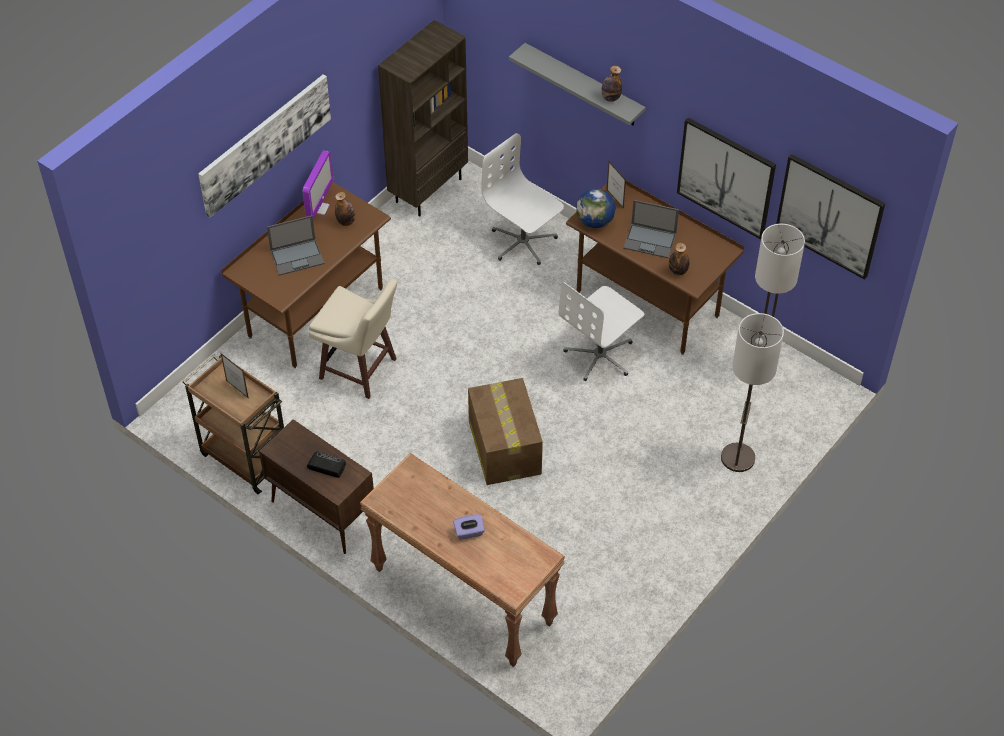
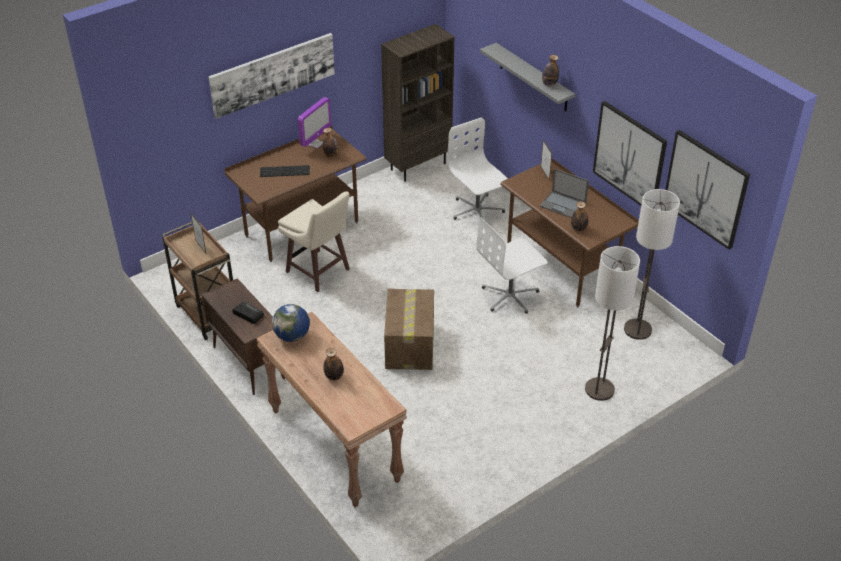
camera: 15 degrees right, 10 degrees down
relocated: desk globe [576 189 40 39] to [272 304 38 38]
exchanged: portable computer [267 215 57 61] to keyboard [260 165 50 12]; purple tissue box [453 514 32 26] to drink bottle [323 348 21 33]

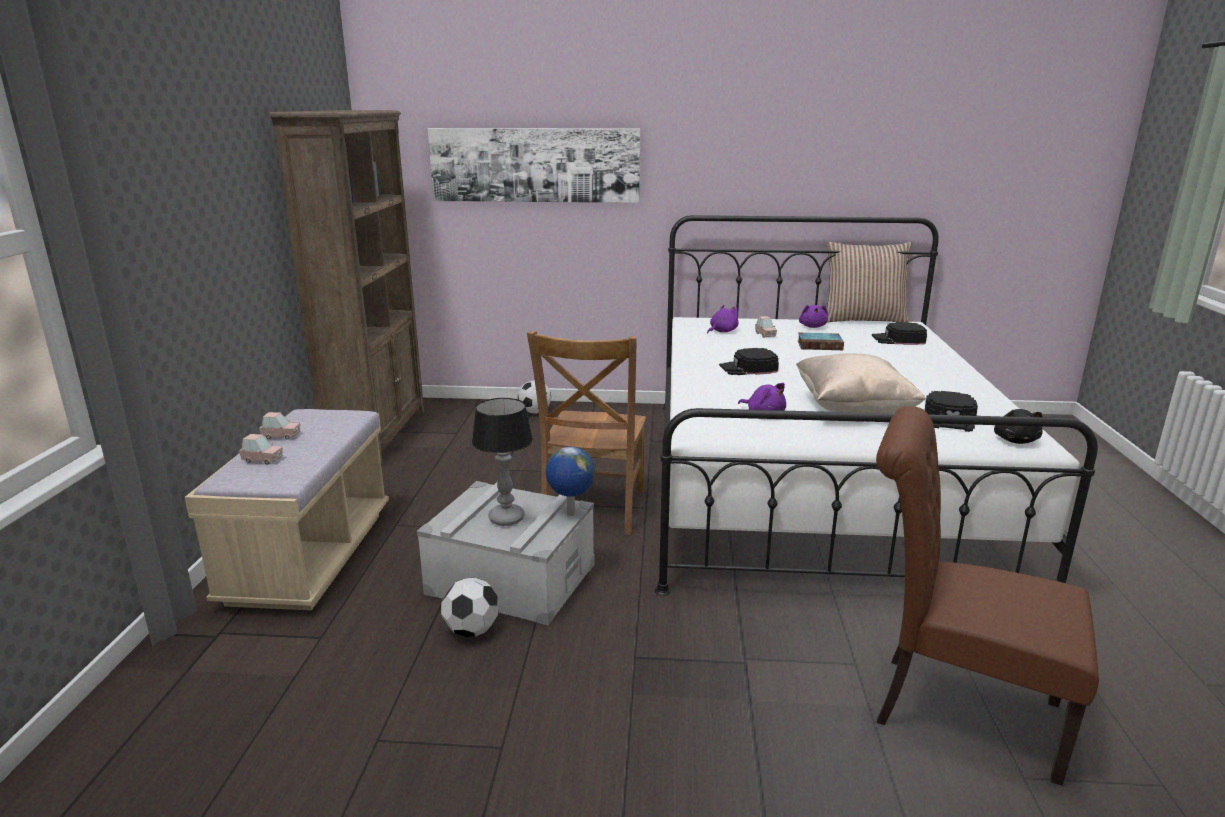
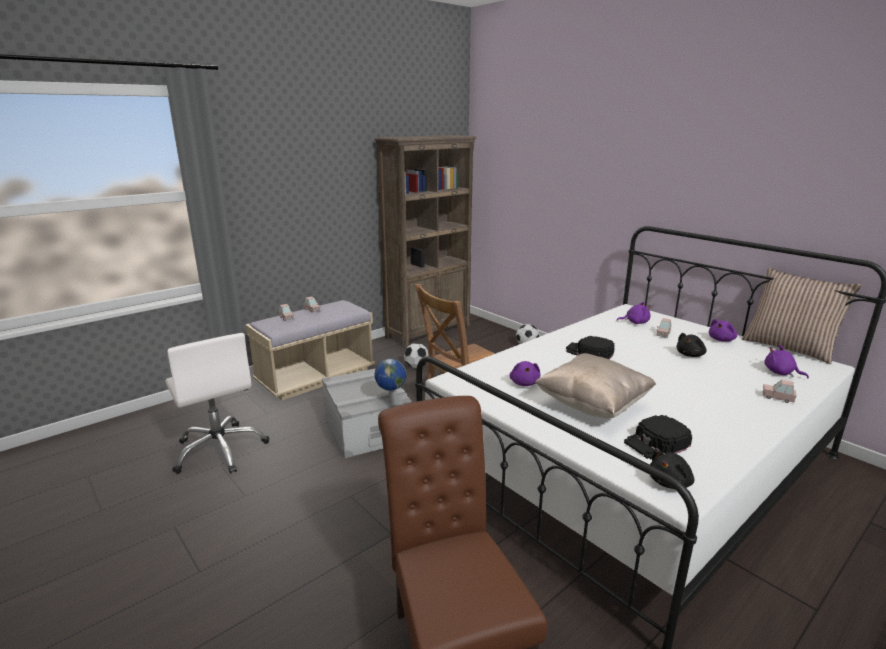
camera: 45 degrees right, 0 degrees up
missing: wall picture [428 128 212 75]; table lamp [472 398 61 128]
appeared: white desk chair [165 333 104 141]; pinkish toy car [763 380 33 23]
relocated: football [441 578 58 59] to [404 343 24 25]
exchanged: bound book [798 333 46 17] to black plush toy [676 333 31 24]; black baseball cap [872 322 55 23] to purple plush toy [764 345 45 33]

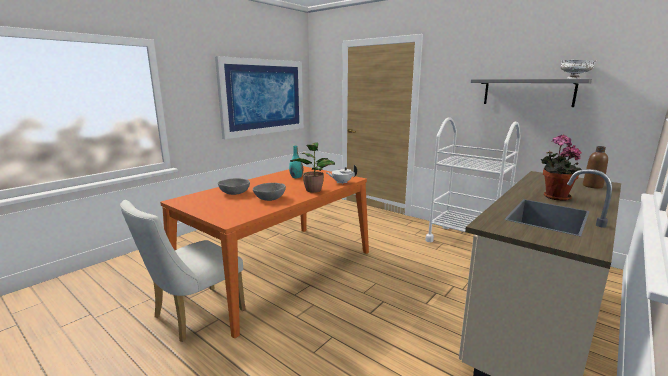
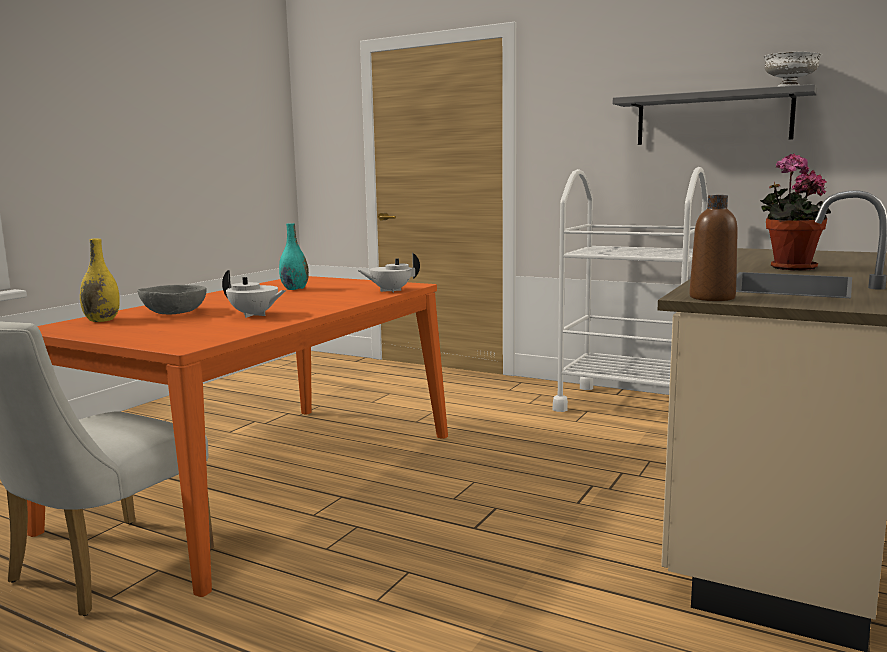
camera: 10 degrees left, 5 degrees down
missing: wall picture [215 56 88 83]; plant in a pot [290 142 45 51]
appeared: yellow flower vase [80 238 40 84]
relocated: brown-coloured drink bottle [583 146 25 43] to [689 195 49 106]
exchanged: greyish serving bowl [253 183 33 18] to white tea pot [222 270 64 48]

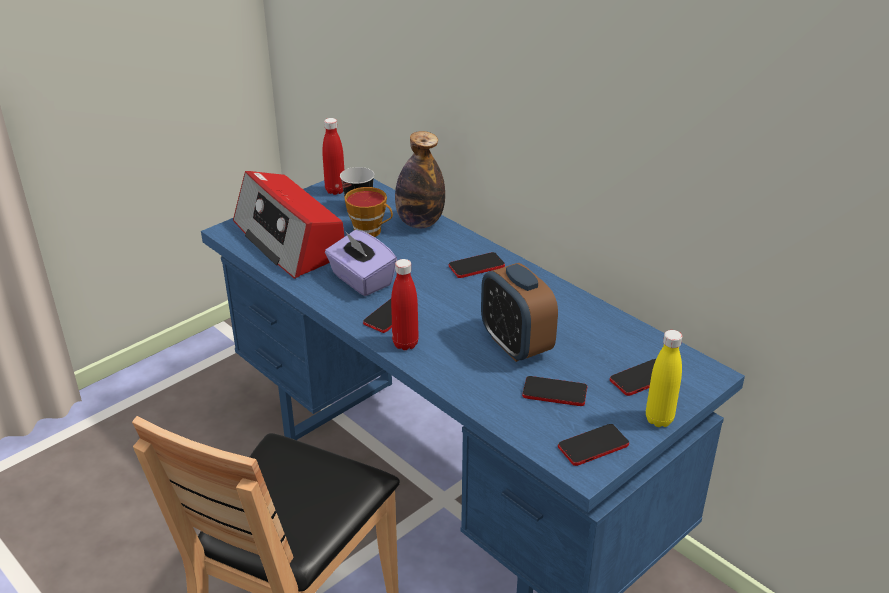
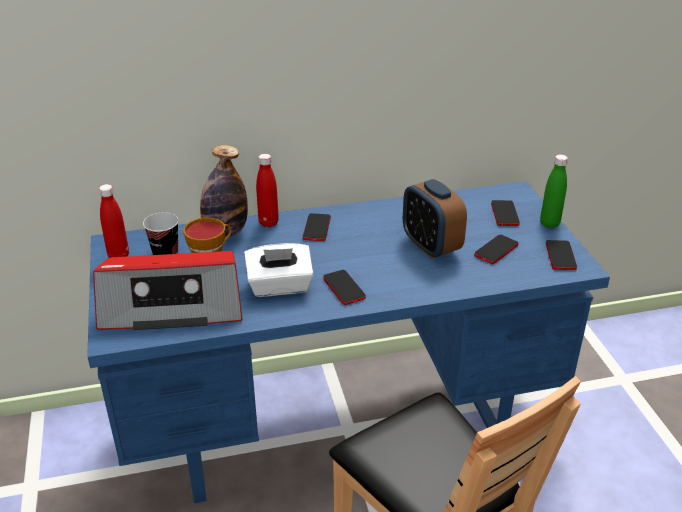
camera: 60 degrees left, 0 degrees up
relocated: red drink bottle [391 259 28 91] to [256 154 23 73]
colour: purple tissue box [325 230 72 66] to white tissue box [244 243 69 54]; yellow drink bottle [646 330 36 97] to green-coloured drink bottle [540 154 28 74]
spun: table clock [481 263 77 99] = [403 179 64 80] 60 degrees clockwise

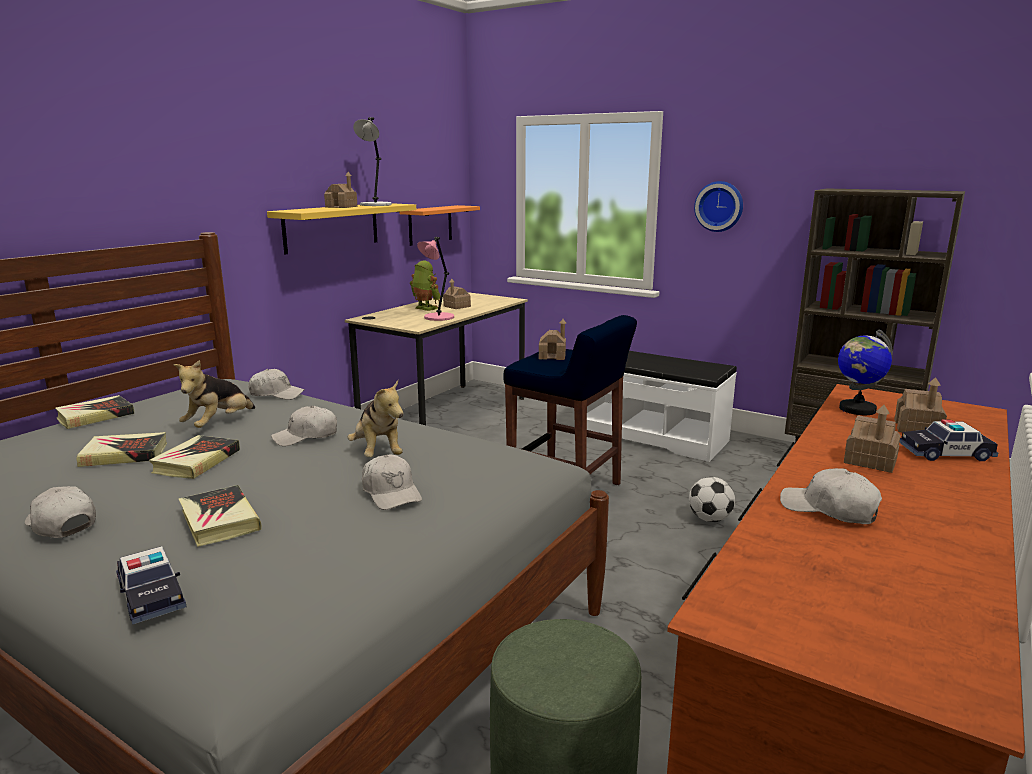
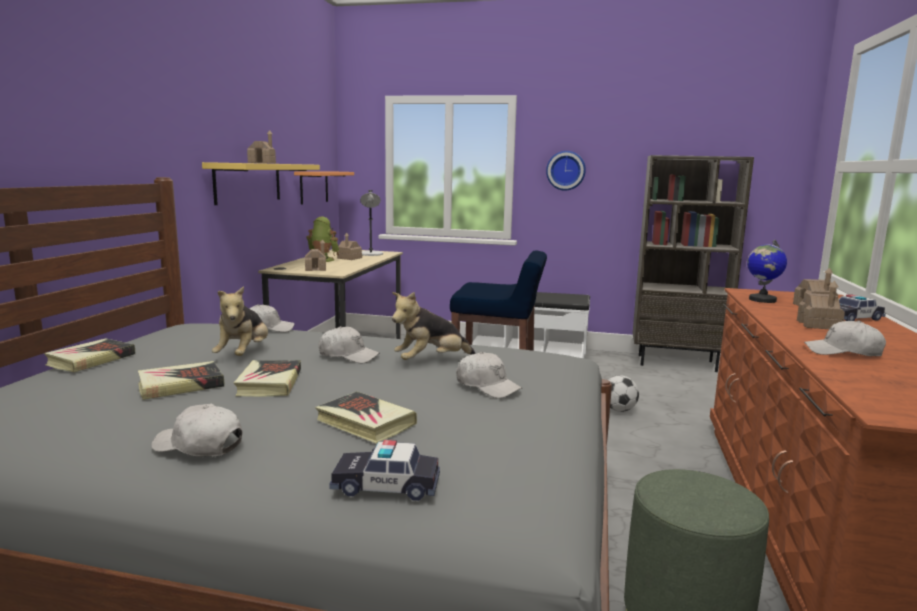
camera: 20 degrees left, 5 degrees down
missing: pinkish table lamp [417 237 37 84]
relocated: miniature house [539 319 27 41] to [305 239 21 32]; greyish table lamp [353 117 39 89] to [360 190 23 66]
spun: white baseball cap [271 406 66 40] = [319 326 61 38] 120 degrees counterclockwise; toy car [116 546 71 79] = [329 440 111 61] 150 degrees clockwise; plush toy [347 380 56 77] = [392 292 83 68] 105 degrees clockwise

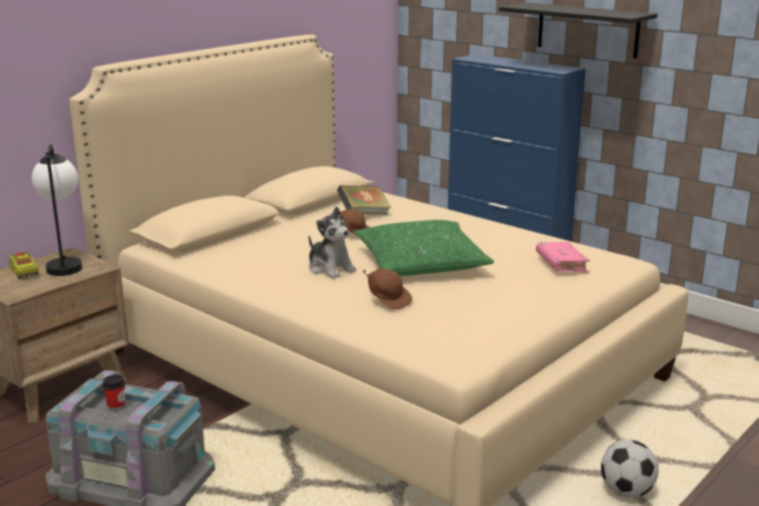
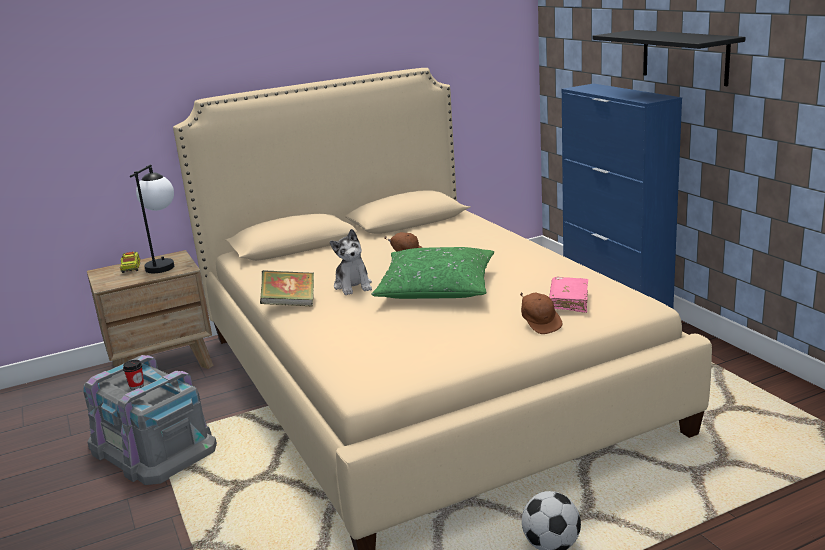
camera: 25 degrees right, 0 degrees up
relocated: bound book [337 185 54 29] to [260 270 54 37]; brown-coloured baseball cap [363 268 49 41] to [520 292 43 42]

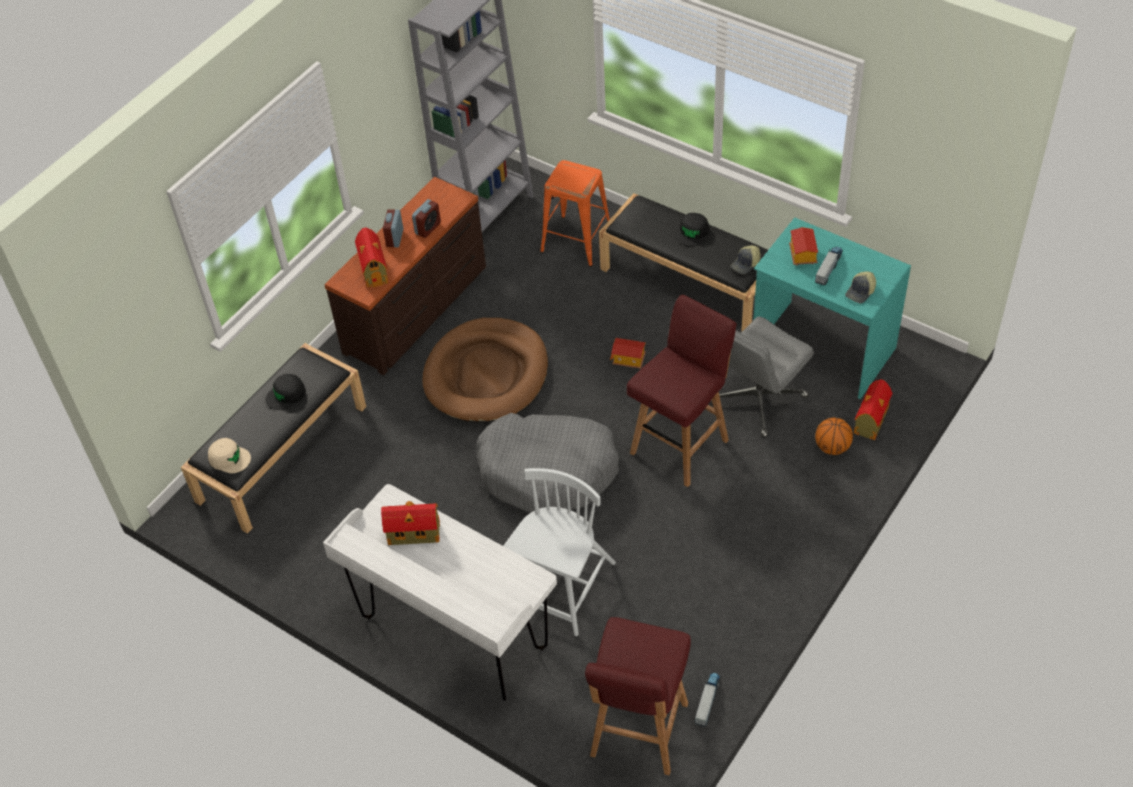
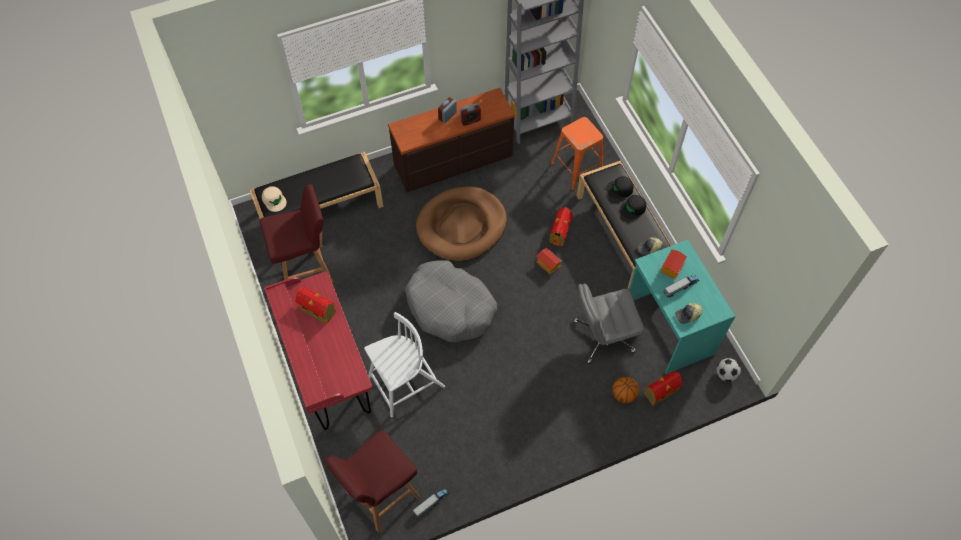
camera: 30 degrees right, 10 degrees up
appeared: football [717 358 24 24]
relocated: red stool [627 294 110 193] to [260 184 73 99]; miniature house [355 227 33 61] to [549 207 24 39]; black baseball cap [265 374 41 36] to [606 176 28 22]
colour: white desk unit [323 484 234 217] to red desk unit [264 271 108 159]

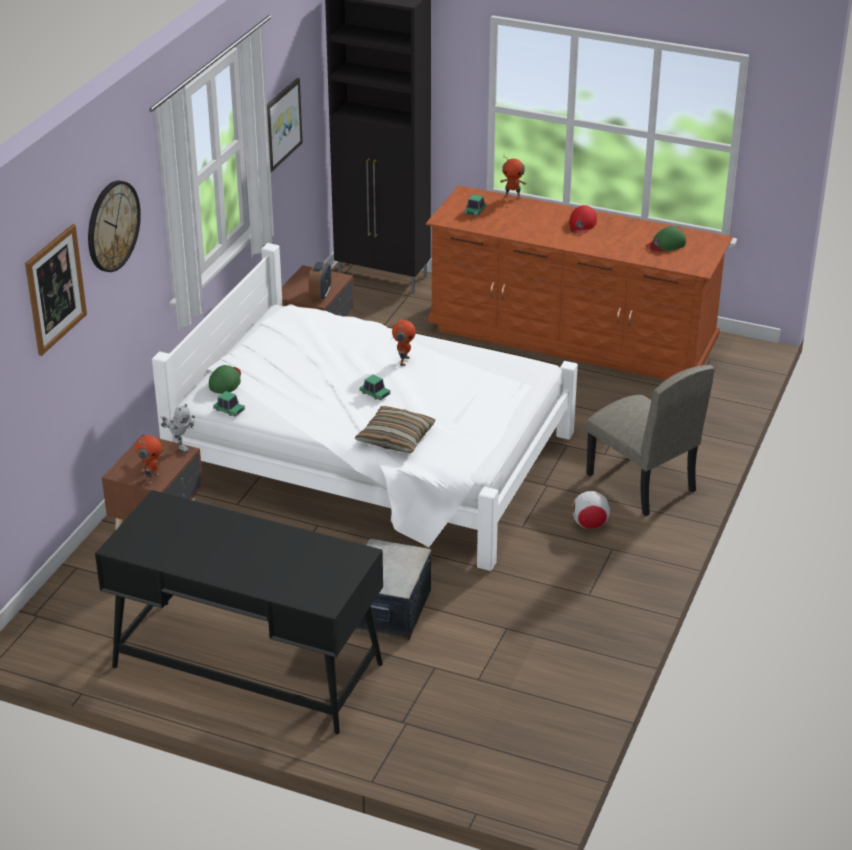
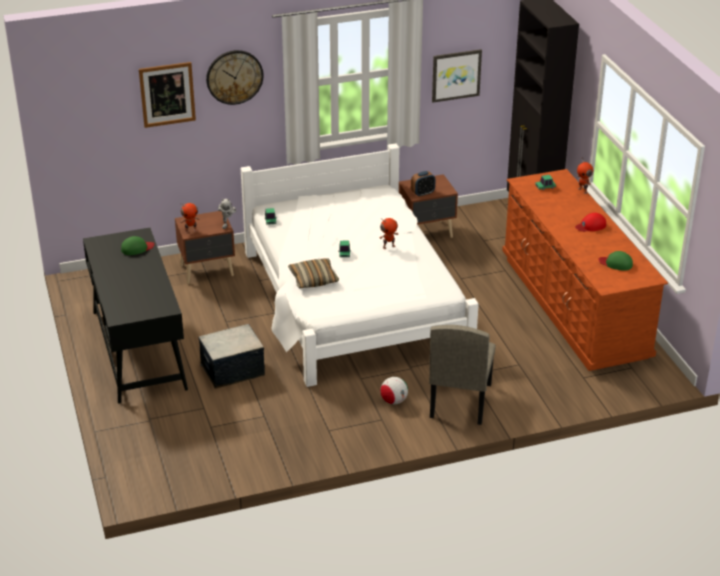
camera: 50 degrees right, 0 degrees up
relocated: green-coloured baseball cap [209 365 32 29] to [121 236 33 19]

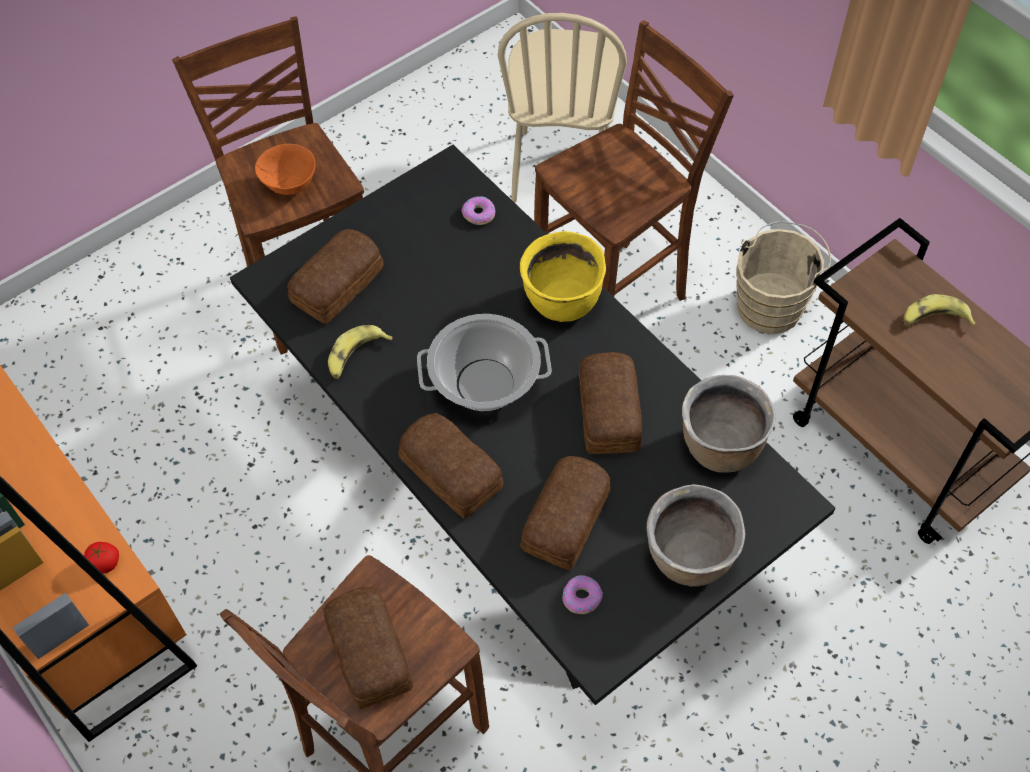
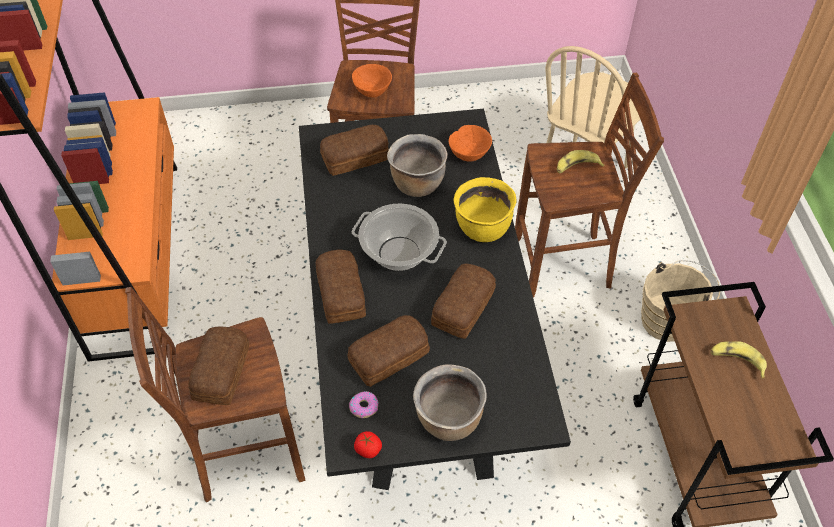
camera: 30 degrees right, 5 degrees down
relocated: whole tomato [84 542 35 32] to [354 431 28 27]; brown-coloured stockpot [682 375 94 98] to [387 134 60 63]; whole banana [328 325 65 54] to [557 150 48 24]
exchanged: donut [461 196 34 29] to orangey serving bowl [449 125 43 37]

